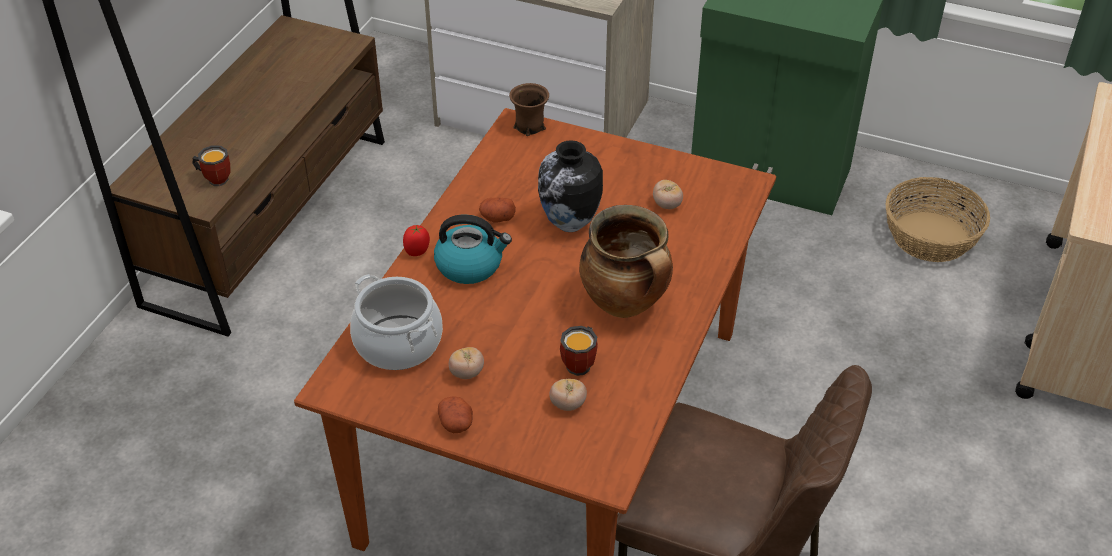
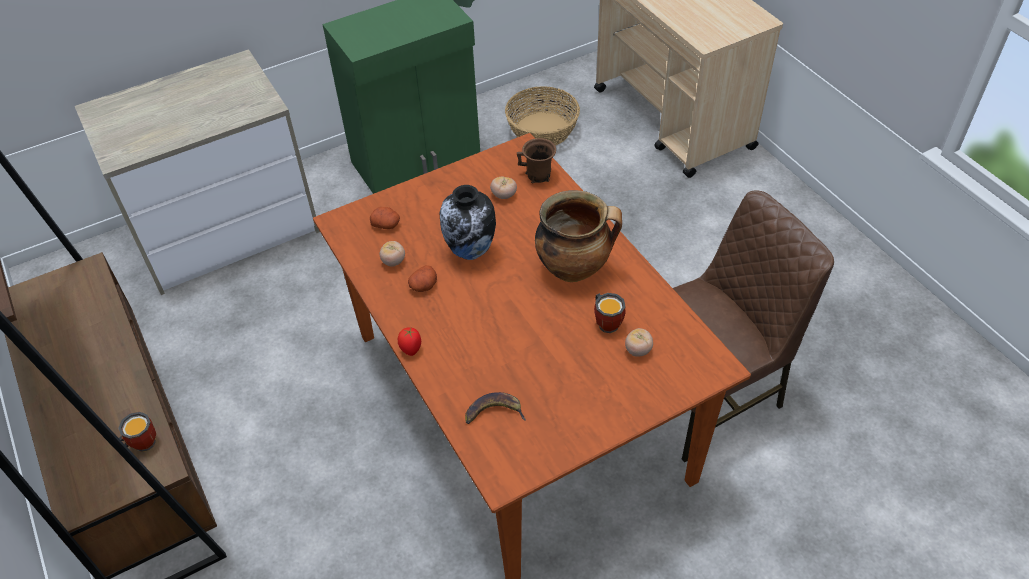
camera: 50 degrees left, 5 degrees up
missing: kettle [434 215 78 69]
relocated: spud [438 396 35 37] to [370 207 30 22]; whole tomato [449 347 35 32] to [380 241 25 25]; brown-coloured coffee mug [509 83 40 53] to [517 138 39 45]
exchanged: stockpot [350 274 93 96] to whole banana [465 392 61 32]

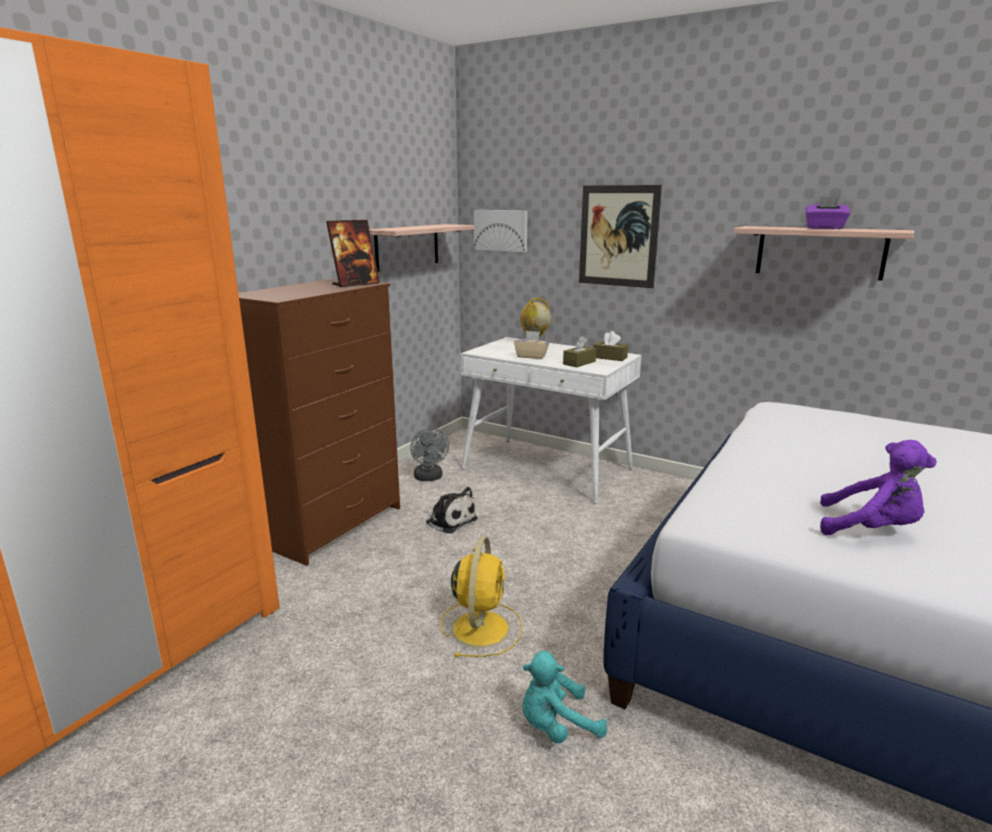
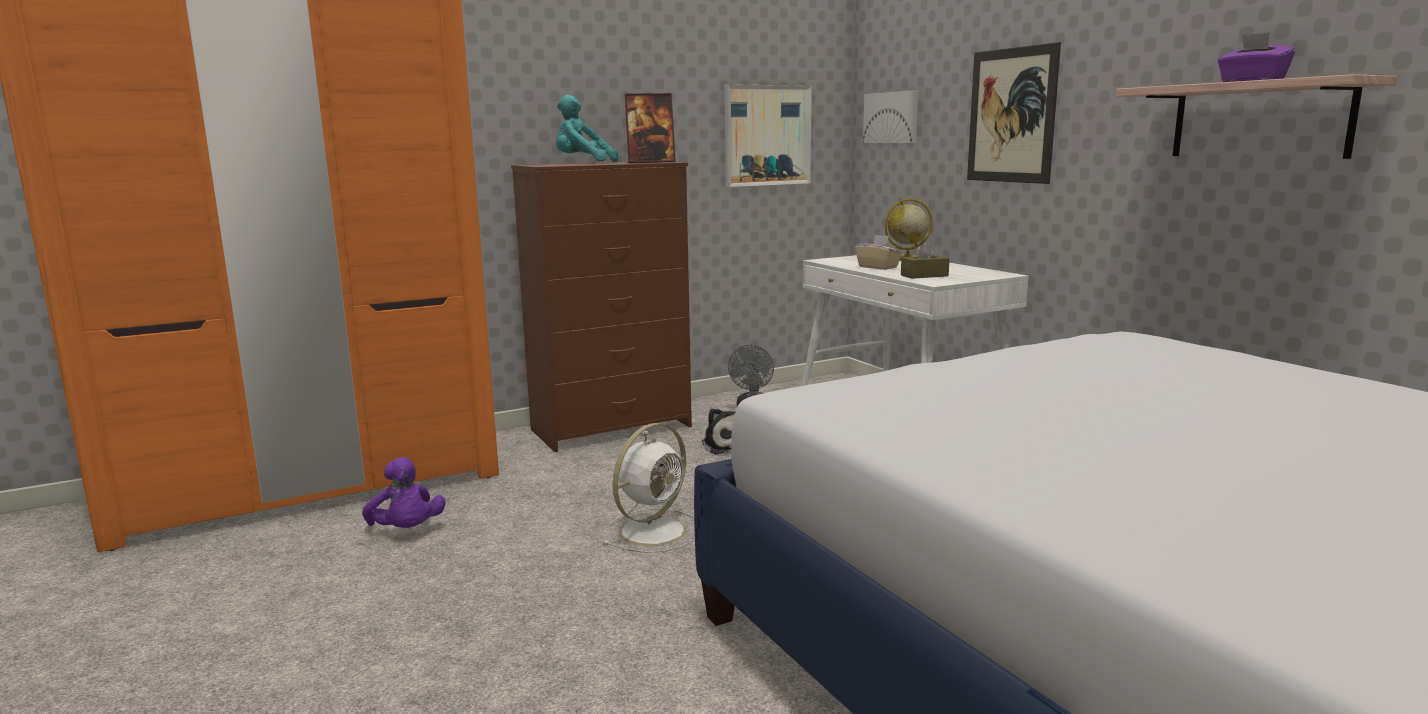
camera: 30 degrees right, 5 degrees down
missing: brown-coloured tissue box [593 331 35 30]
relocated: purple plush toy [820 440 117 95] to [362 457 84 71]; blue-green plush toy [522 651 85 93] to [556 95 62 67]
exchanged: shelf [370 224 104 48] to wall picture [725 84 87 103]
colour: yellow fan [440 537 83 120] to white fan [602 423 93 130]

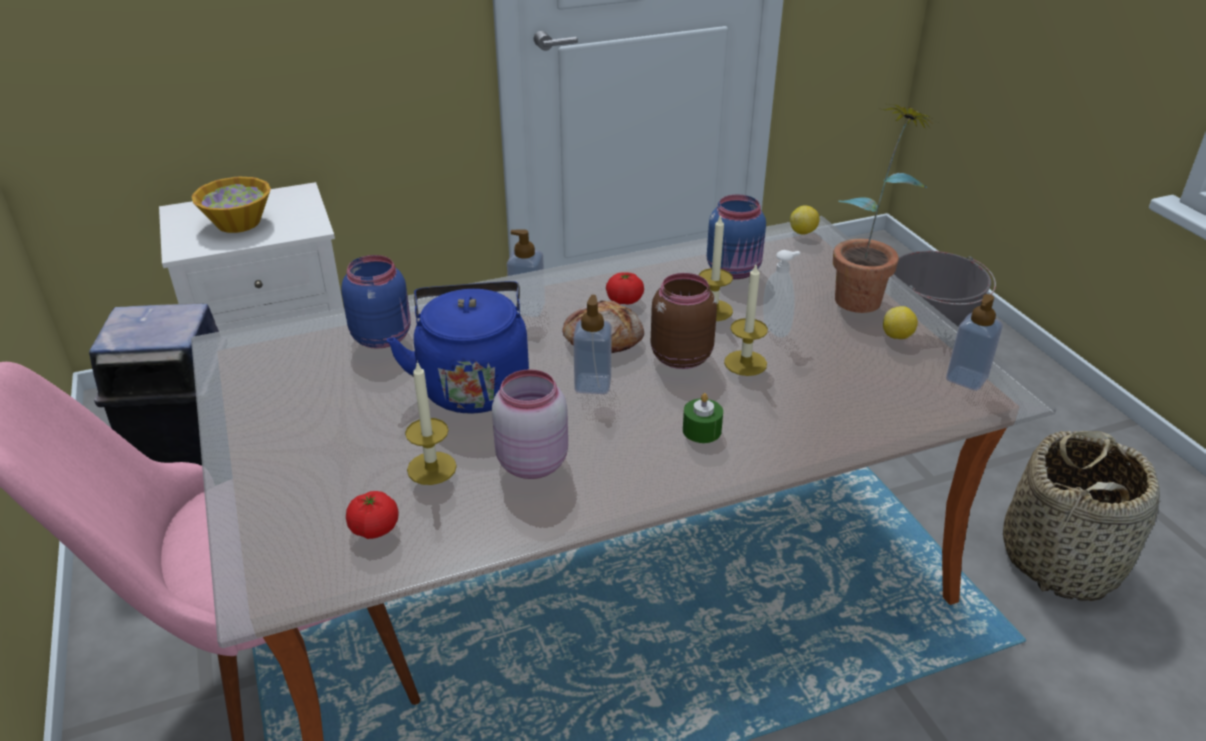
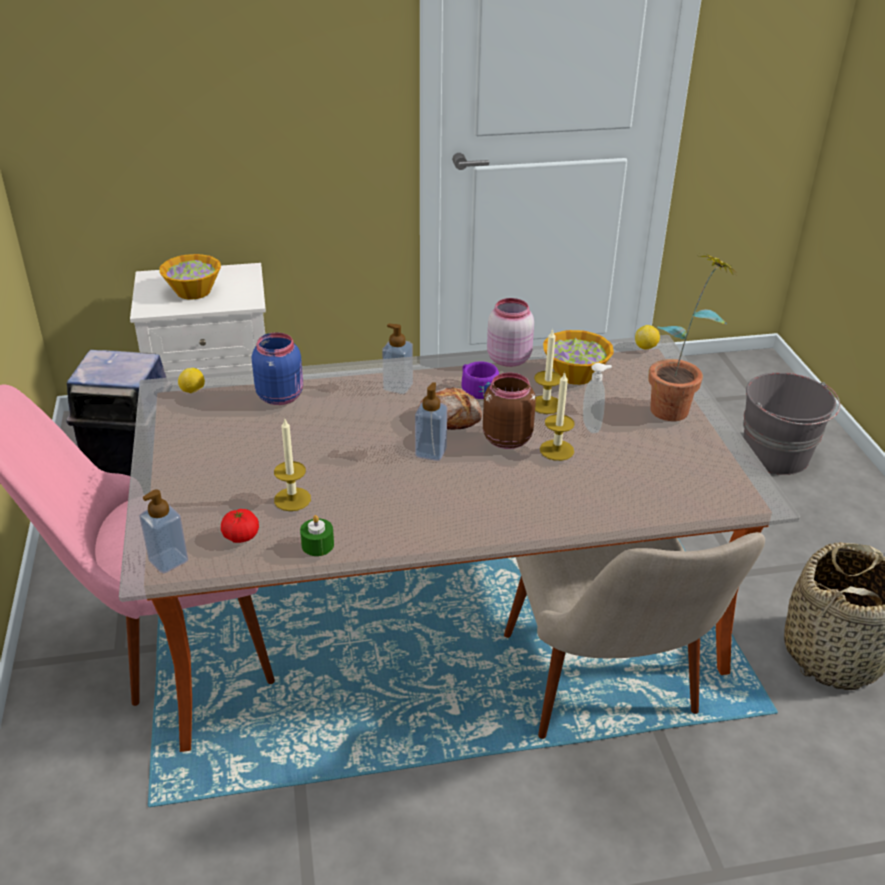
camera: 10 degrees right, 0 degrees up
missing: blue-coloured kettle [387 281 142 133]
appeared: sand-coloured plain chair [504 532 261 207]
relocated: soap dispenser [946 294 57 97] to [139 489 49 84]; citrus fruit [883 306 35 33] to [178 368 27 25]; green-coloured wax light [683 393 40 50] to [300 515 34 41]; pinkish jar [492 369 76 110] to [487 298 47 69]
exchanged: whole tomato [606 272 38 33] to purple cup [462 361 37 38]; blue-coloured jar [707 194 59 85] to serving bowl [543 330 71 55]

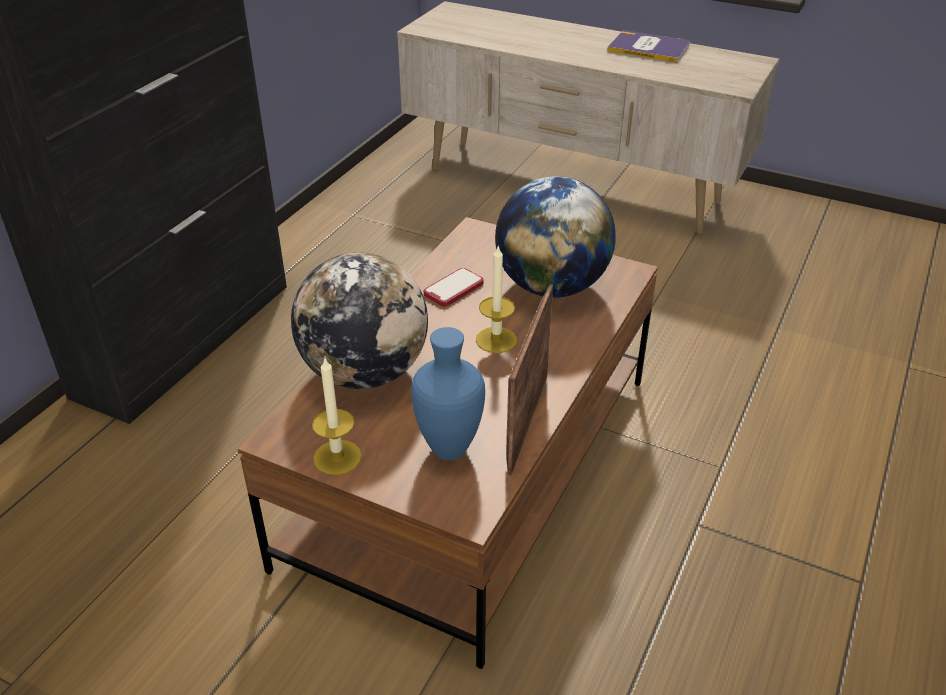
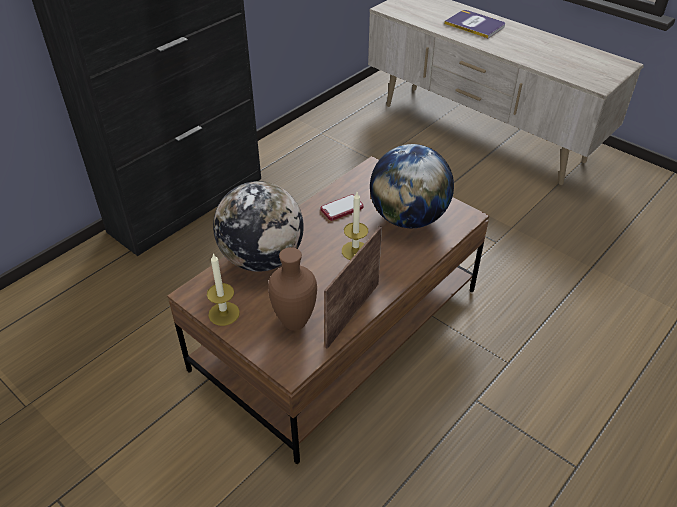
camera: 15 degrees right, 5 degrees up
relocated: bound book [607 31 83 32] to [444 10 61 28]
colour: blue-coloured flower vase [411 327 74 133] to brown-coloured flower vase [268 247 49 84]

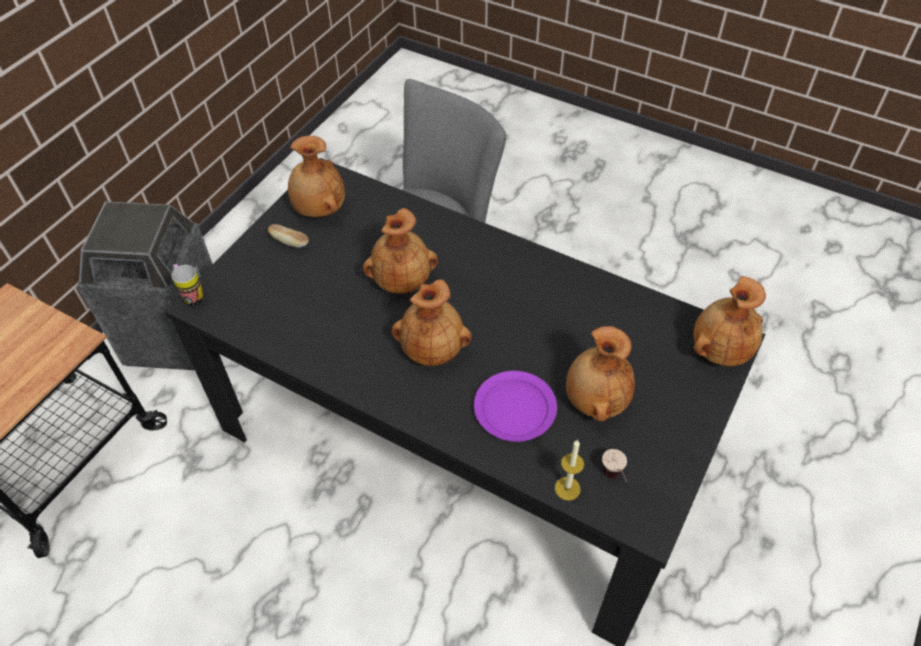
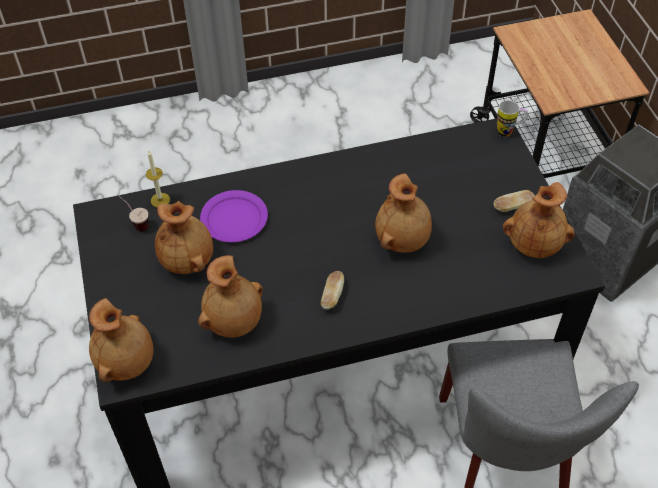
camera: 135 degrees right, 0 degrees up
appeared: baked bread [321 271 23 39]
relocated: brown-coloured flower vase [392 279 80 87] to [198 255 65 83]

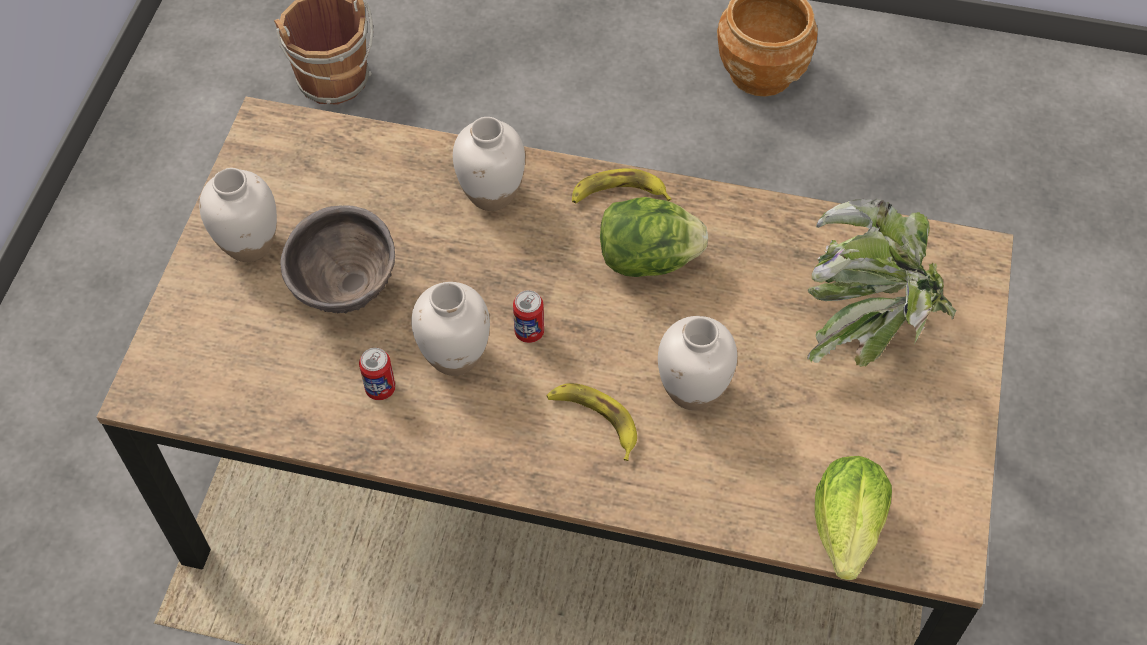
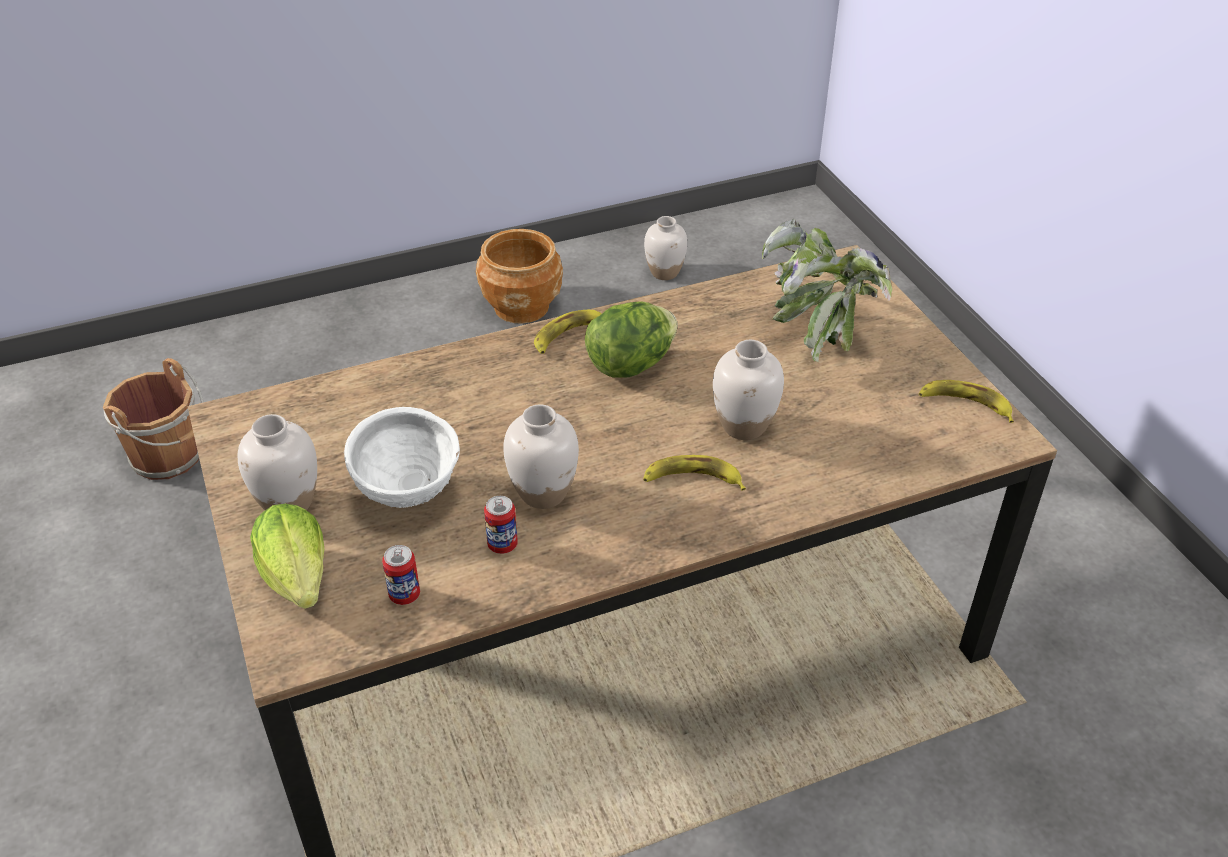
camera: 35 degrees left, 15 degrees down
appeared: whole banana [919 380 95 43]
relocated: lettuce head [815 456 77 124] to [250 504 74 105]; metal can [513 290 31 53] to [382 545 38 60]; white flower vase [453 117 72 94] to [644 216 43 64]
colour: brown-coloured serving bowl [280 205 115 109] to white serving bowl [344 407 116 101]

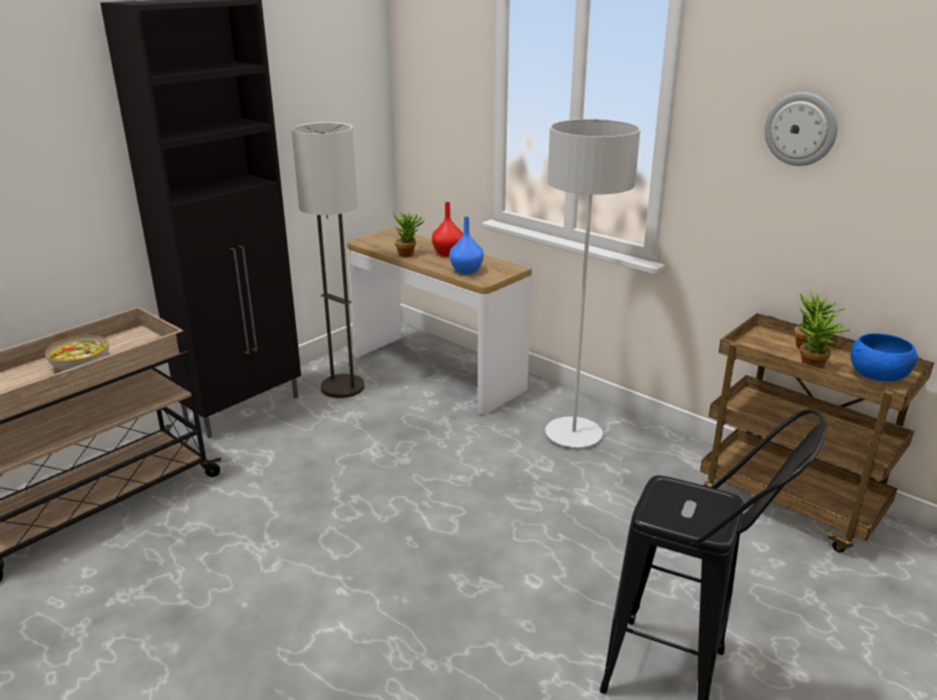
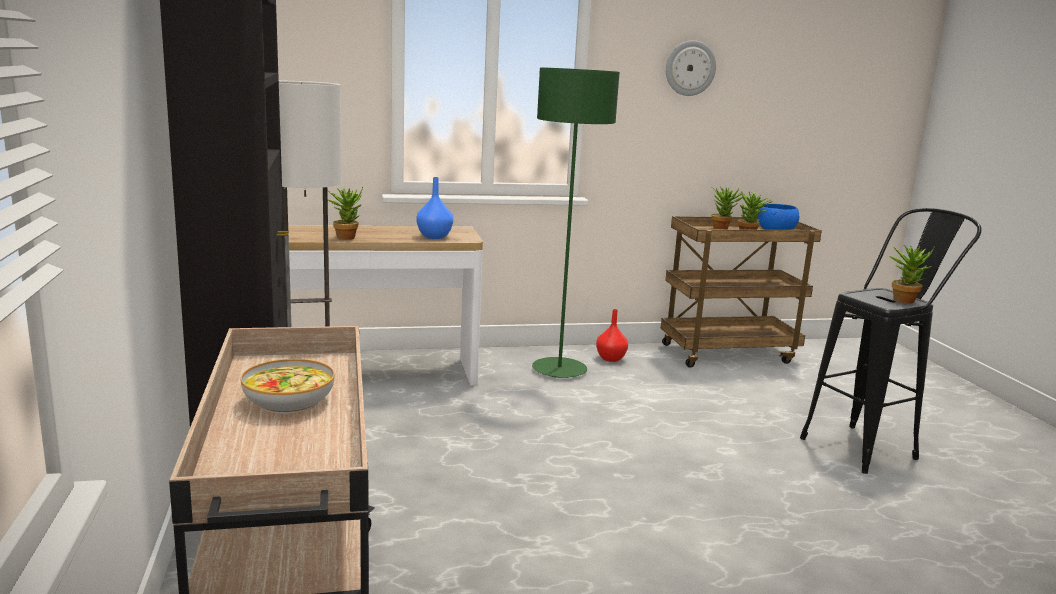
camera: 55 degrees left, 10 degrees down
appeared: plant in a pot [888 245 47 59]
relocated: red flower vase [432 202 31 55] to [596 309 32 53]
colour: greyish standard lamp [545 119 96 328] to green-coloured standard lamp [532 67 88 311]

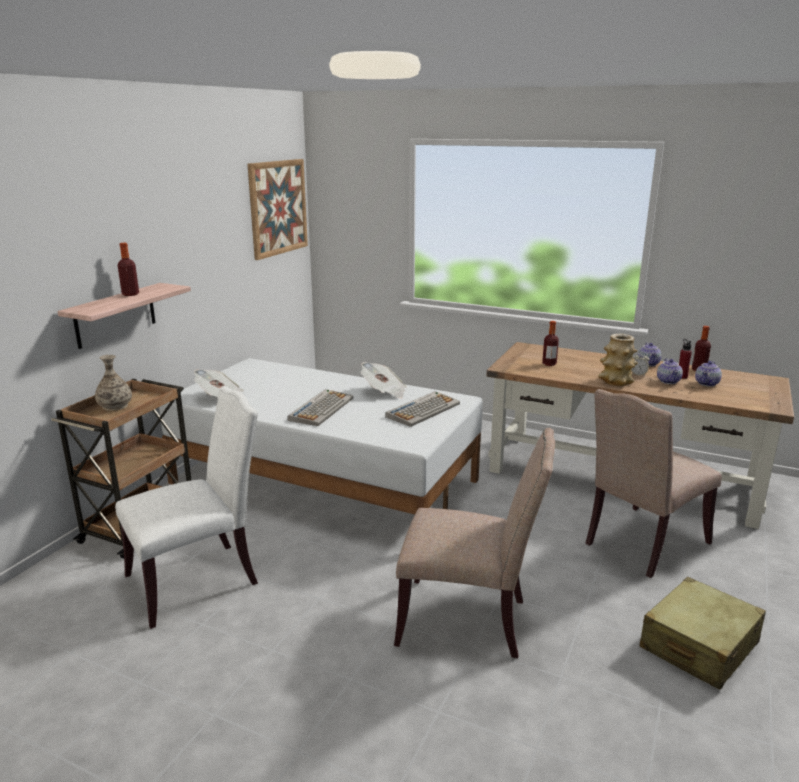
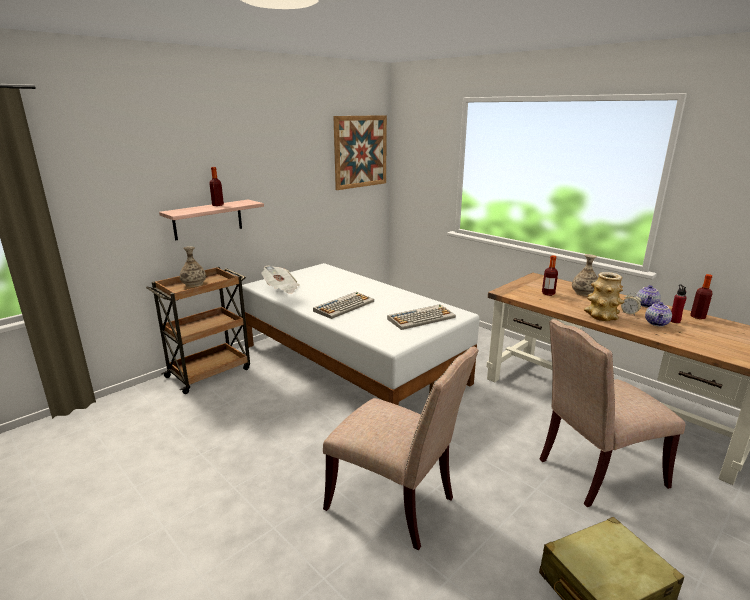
camera: 20 degrees right, 0 degrees up
missing: white plain chair [115 386 143 243]; newspaper [361 362 46 36]; tea pot [695 361 27 26]
appeared: flower vase [572 254 26 42]

